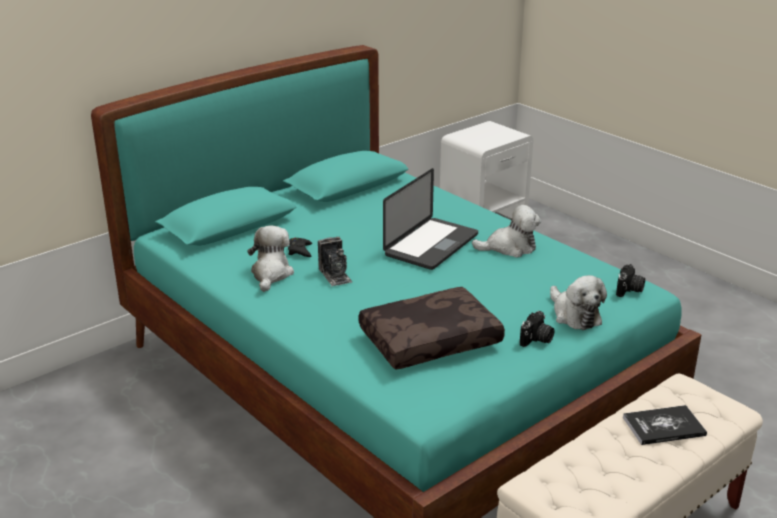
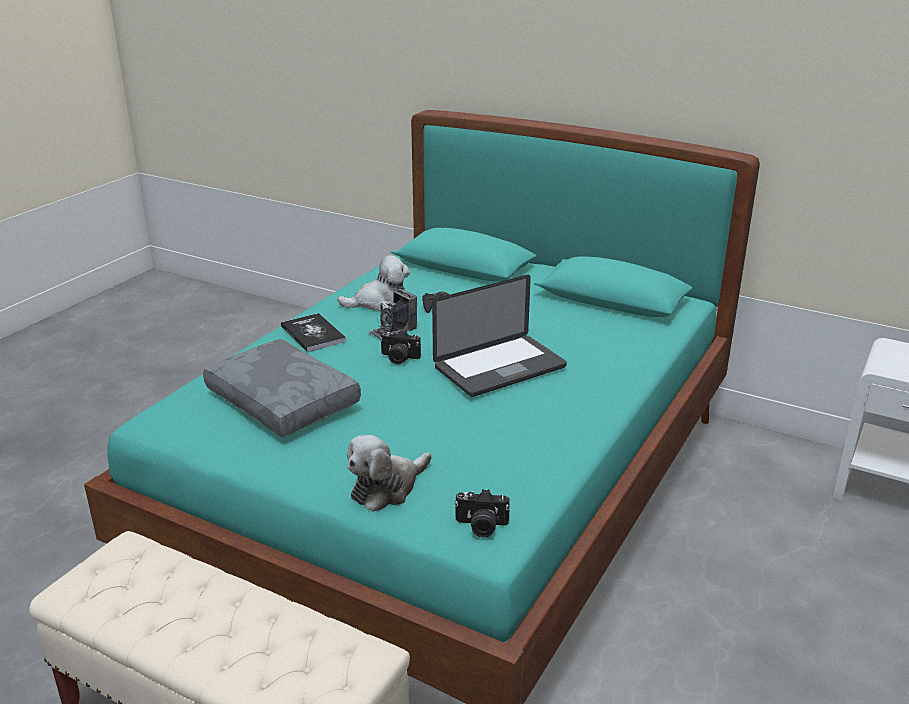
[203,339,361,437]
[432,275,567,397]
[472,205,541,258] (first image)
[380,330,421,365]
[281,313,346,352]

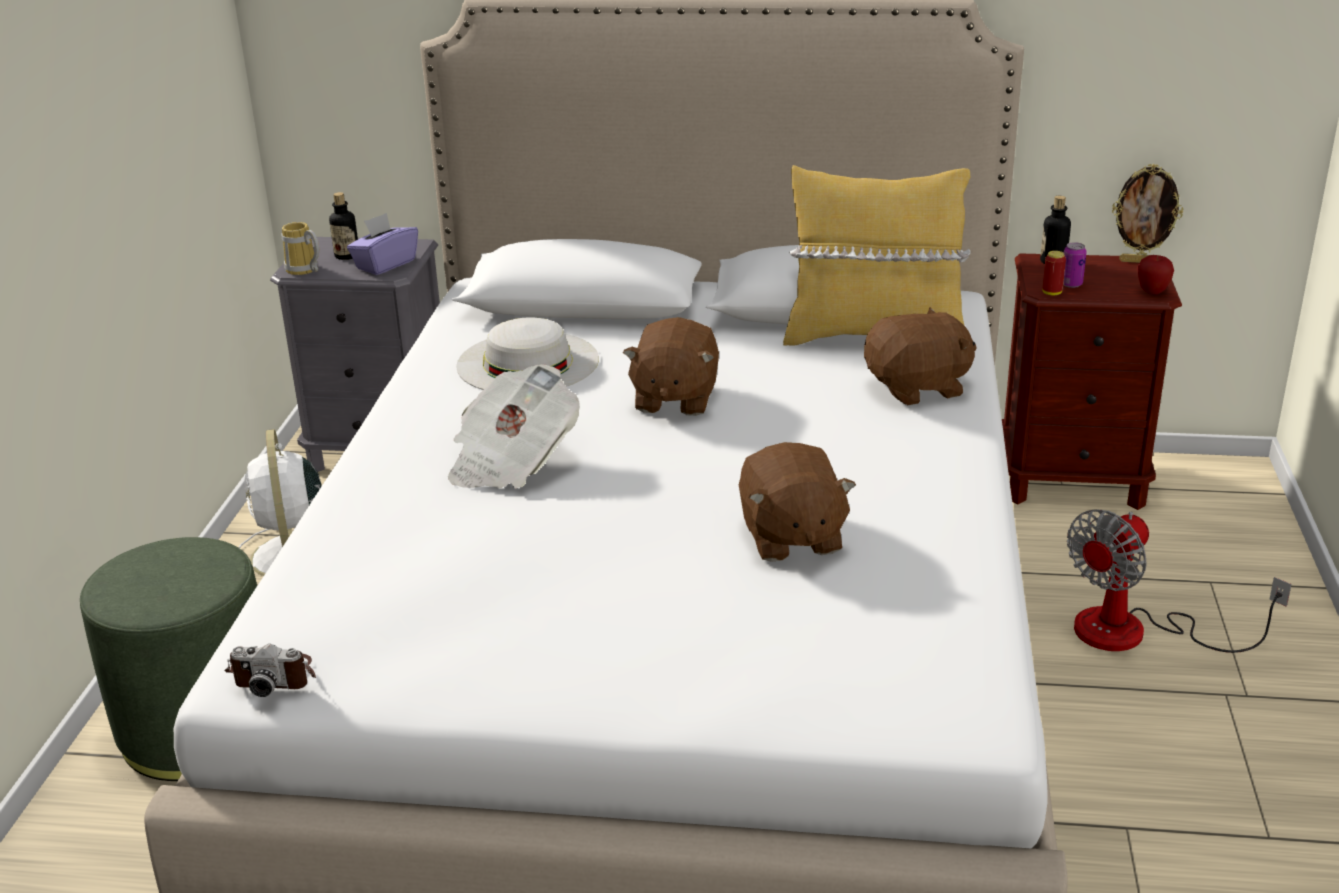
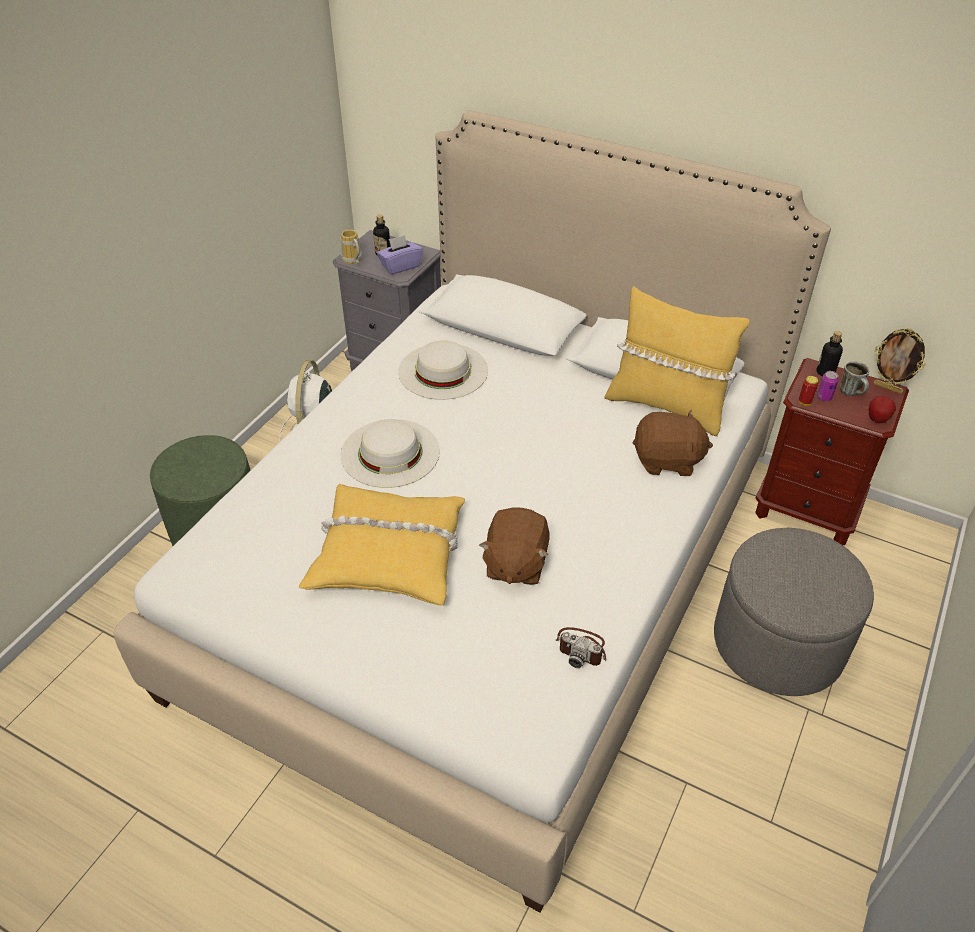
[556,627,606,668]
[341,419,440,488]
[623,317,719,416] (first image)
[714,528,874,696]
[299,484,465,606]
[839,361,869,396]

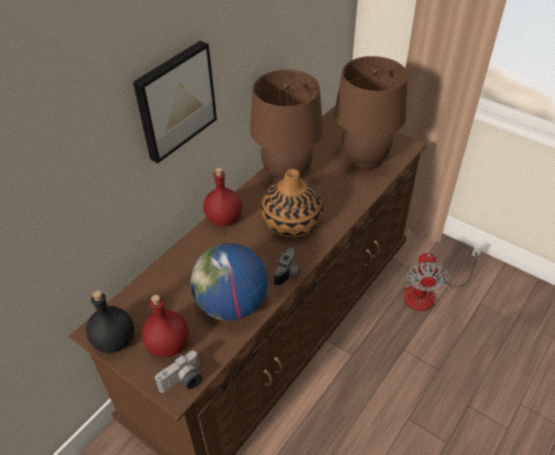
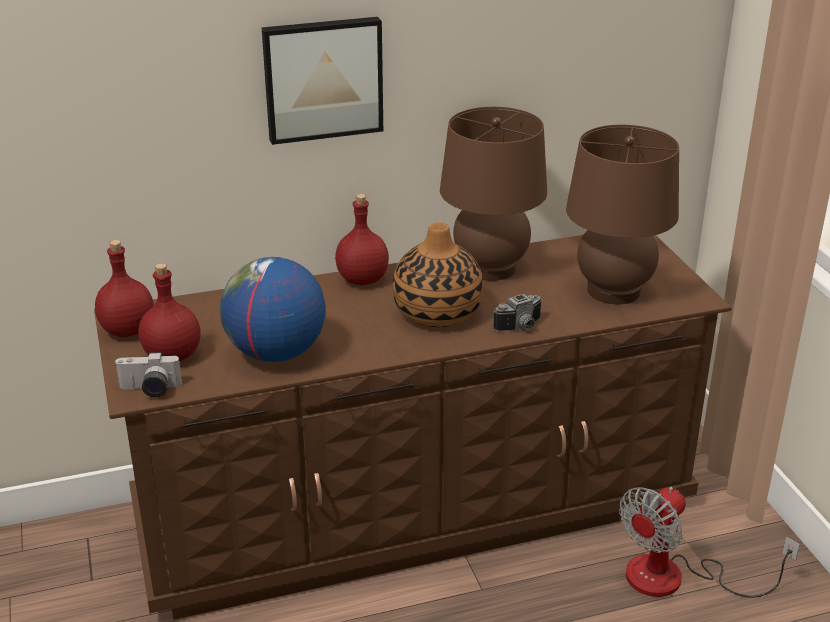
[95,240,154,337]
[493,294,542,332]

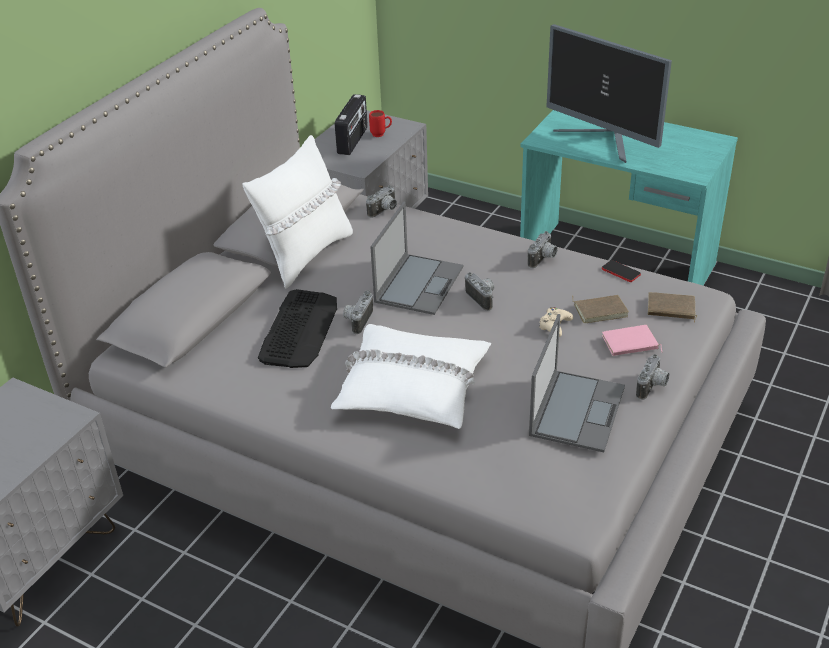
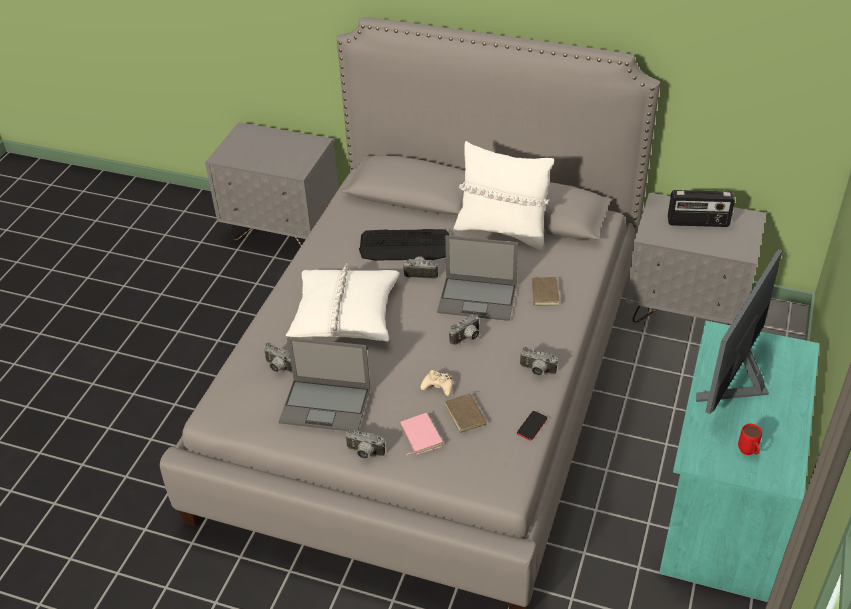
[263,343,292,373]
[738,424,762,455]
[525,277,560,306]

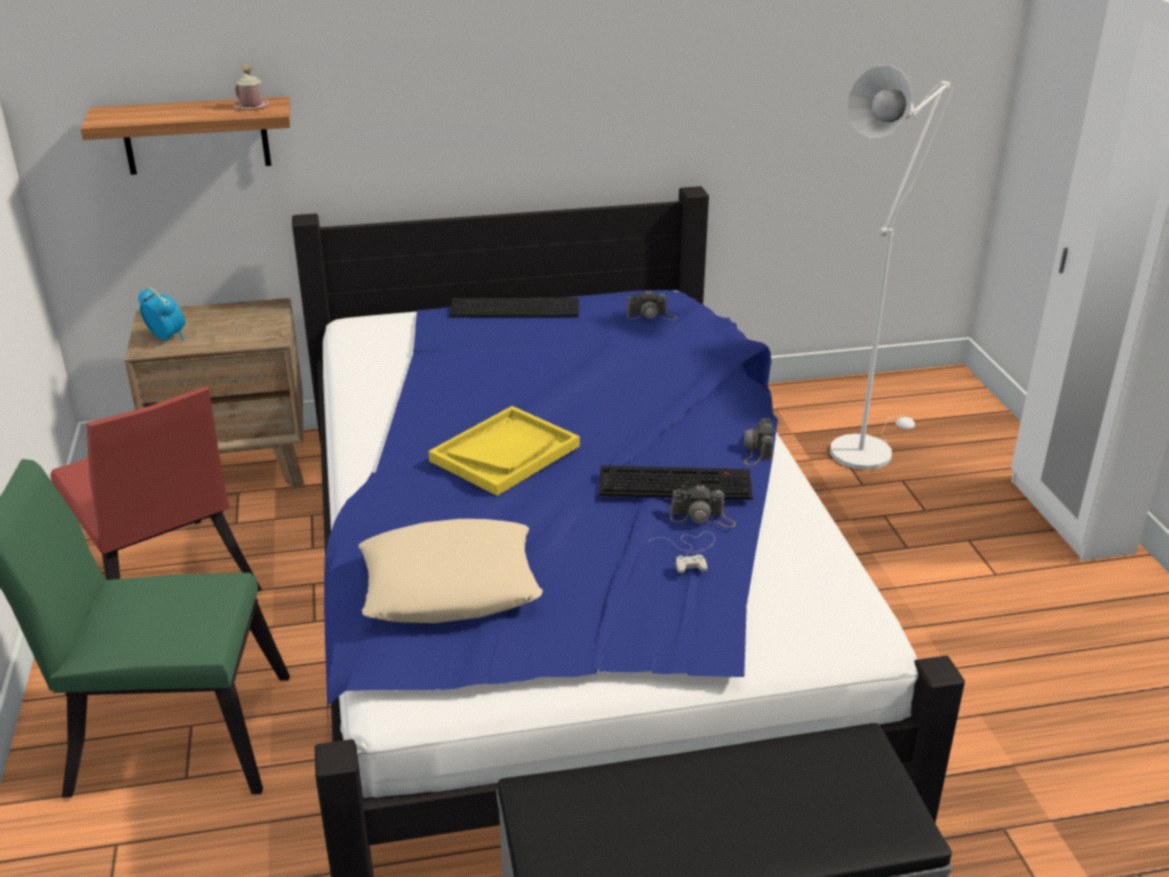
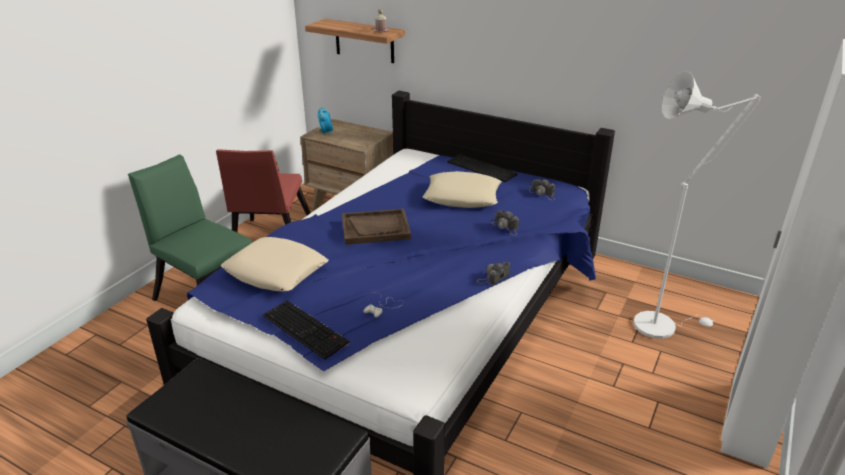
[342,209,411,245]
[263,301,350,360]
[492,211,519,235]
[423,171,502,208]

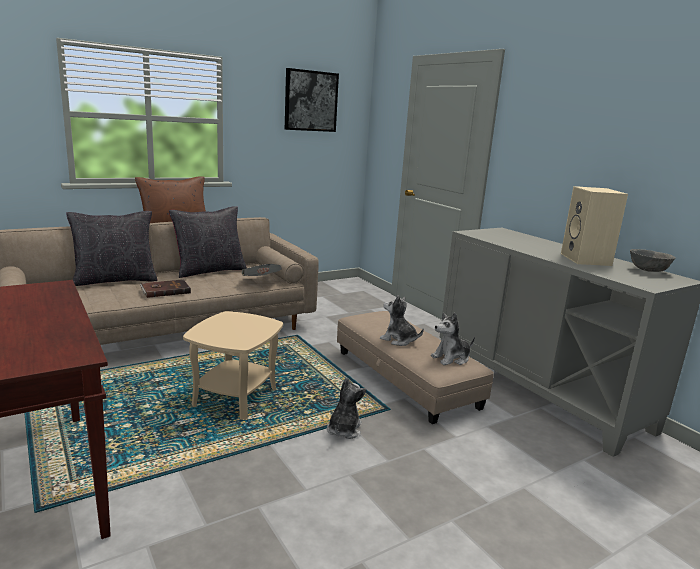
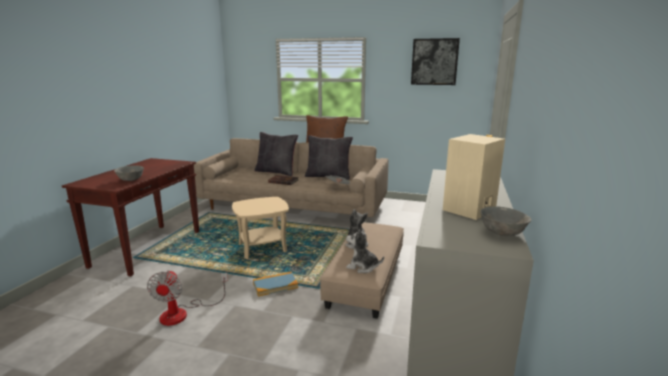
[253,272,298,296]
[114,165,144,181]
[147,270,228,326]

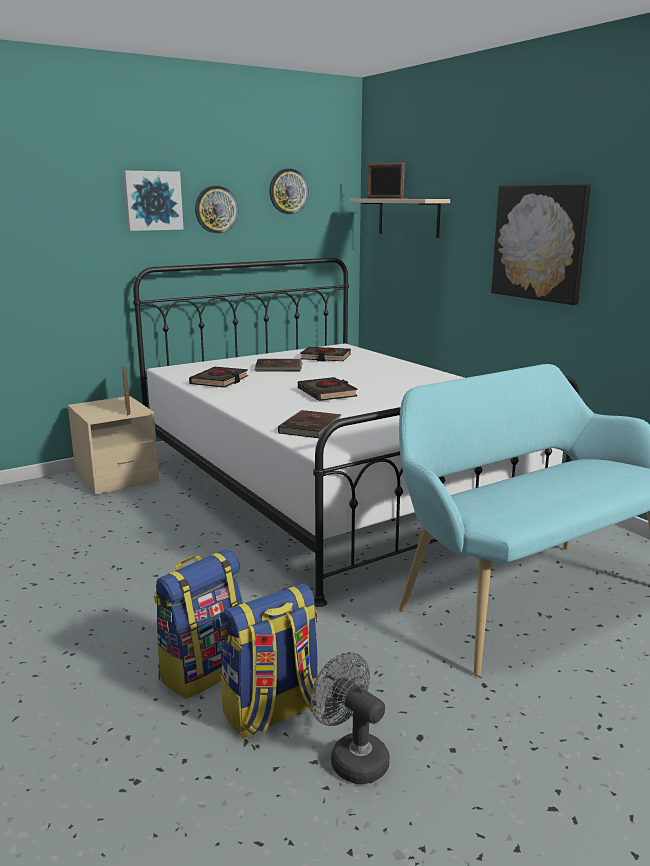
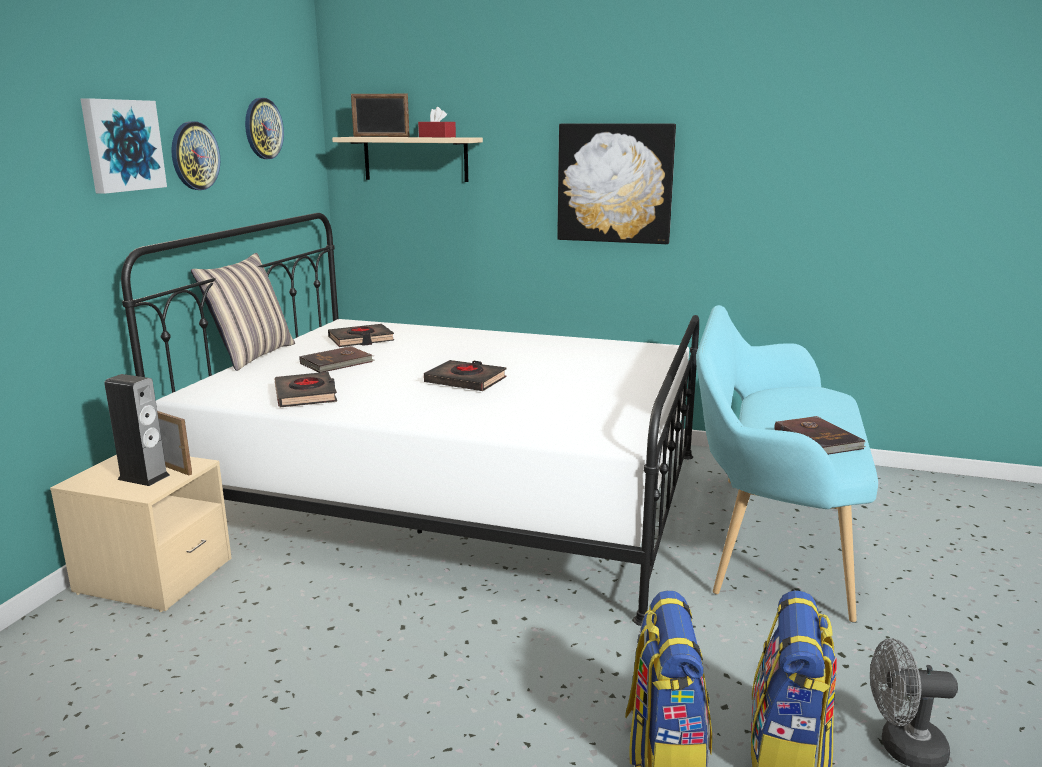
[774,416,865,455]
[104,374,170,486]
[191,253,295,371]
[418,107,456,138]

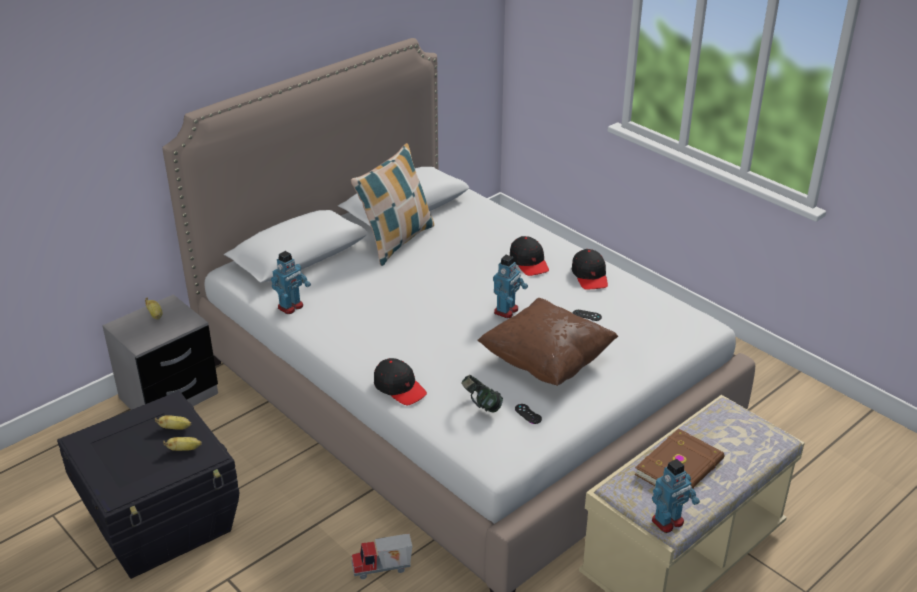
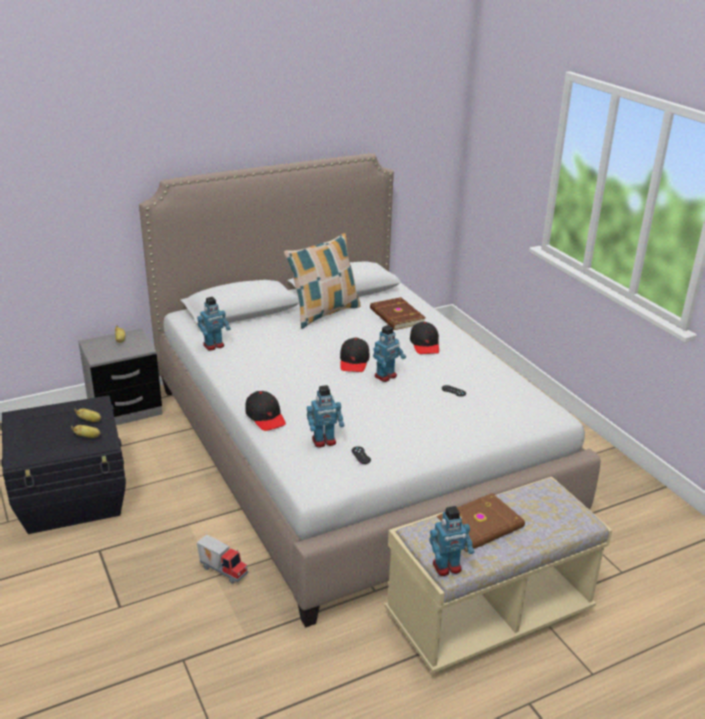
[197,535,248,584]
[307,385,344,448]
[477,298,618,386] (first image)
[340,338,369,372]
[370,297,426,330]

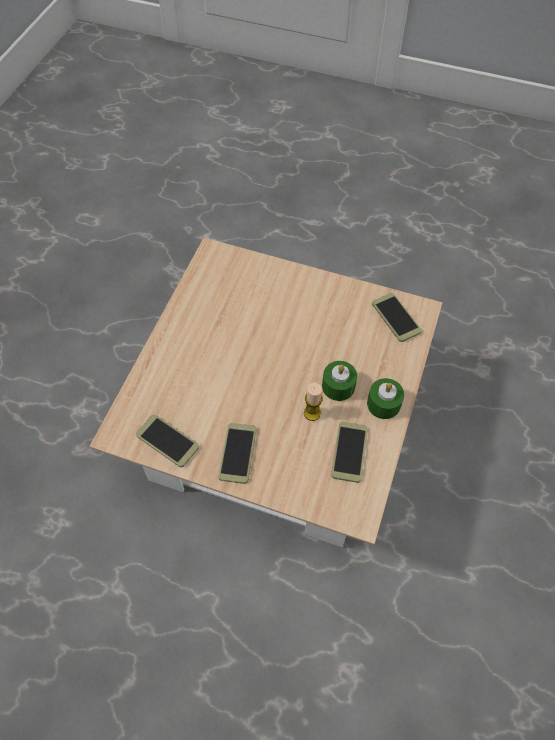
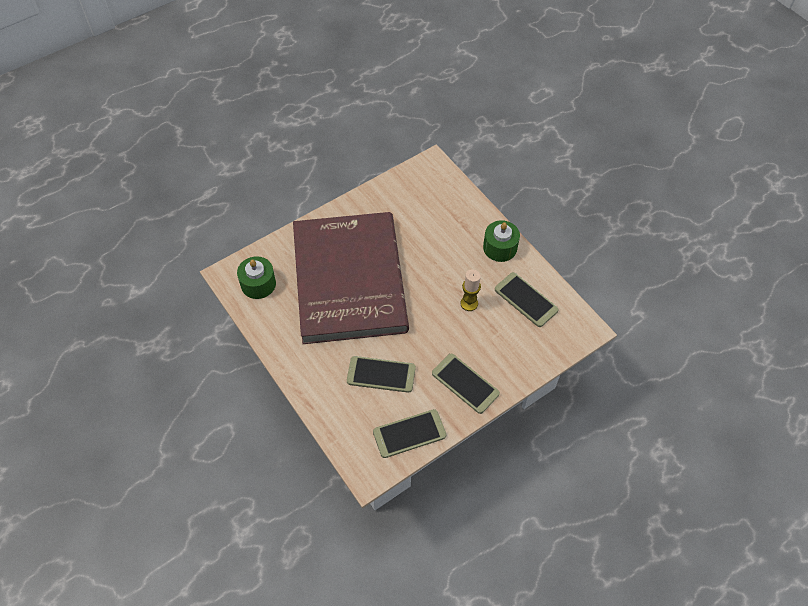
[237,256,276,299]
[347,356,416,393]
[293,212,409,344]

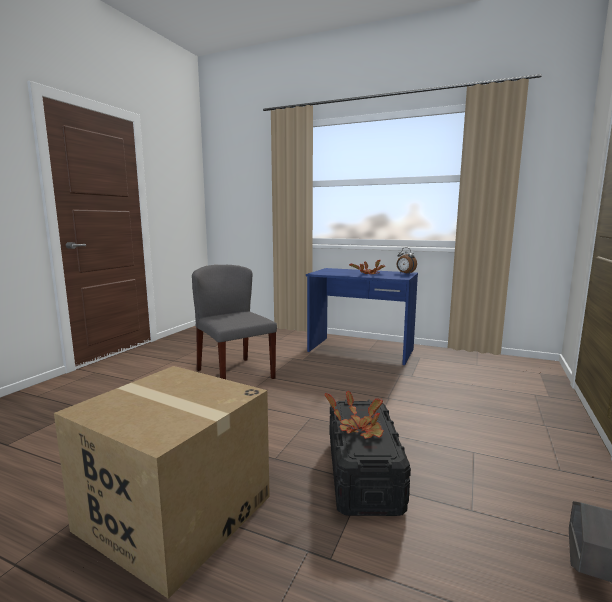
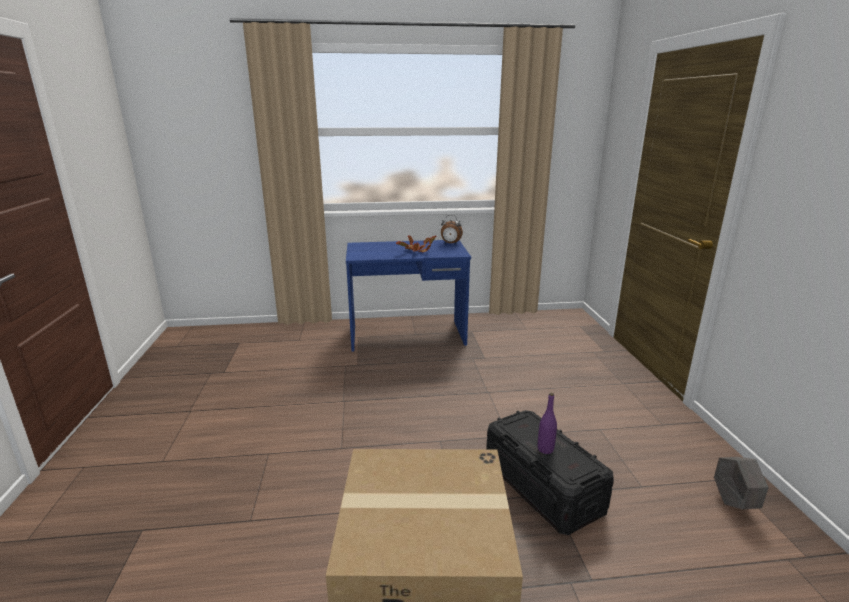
[192,265,277,379] (first image)
[538,393,557,454]

